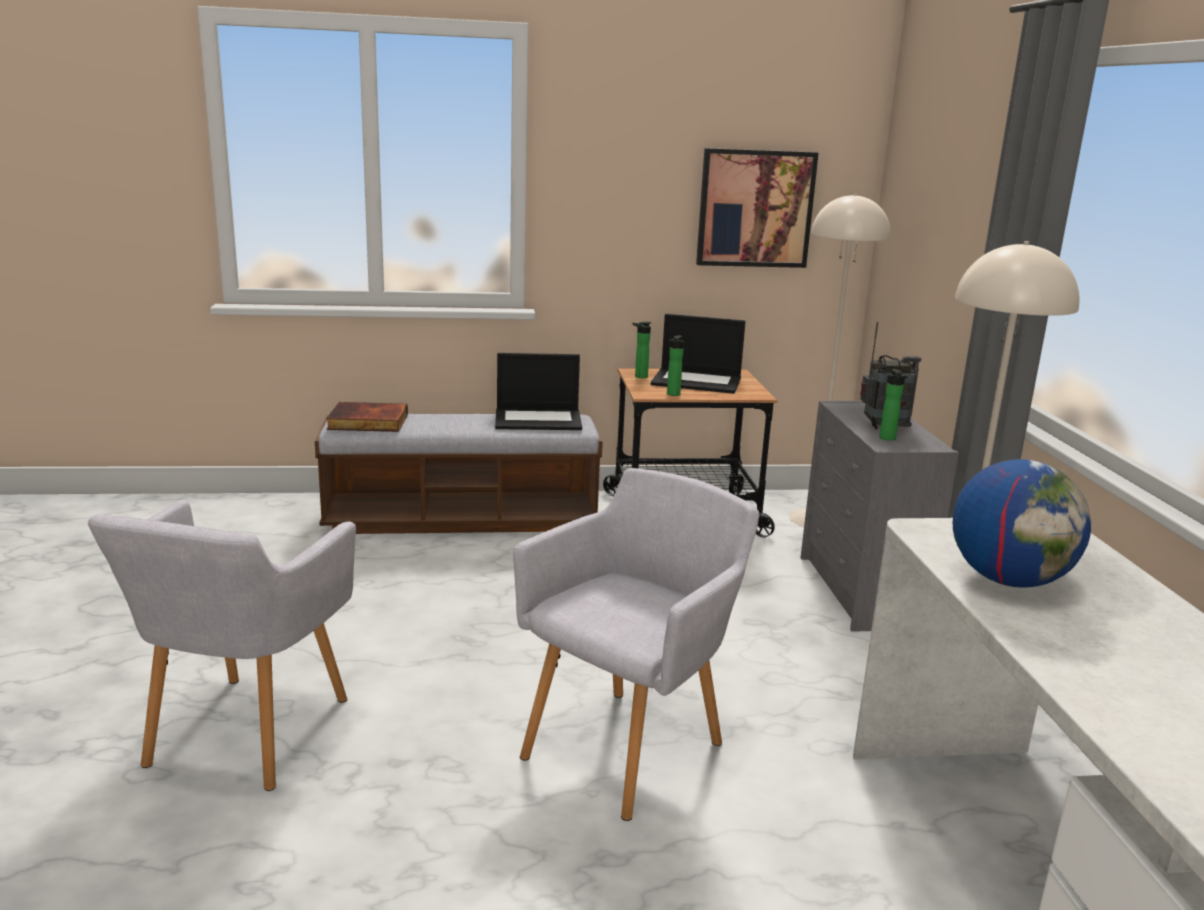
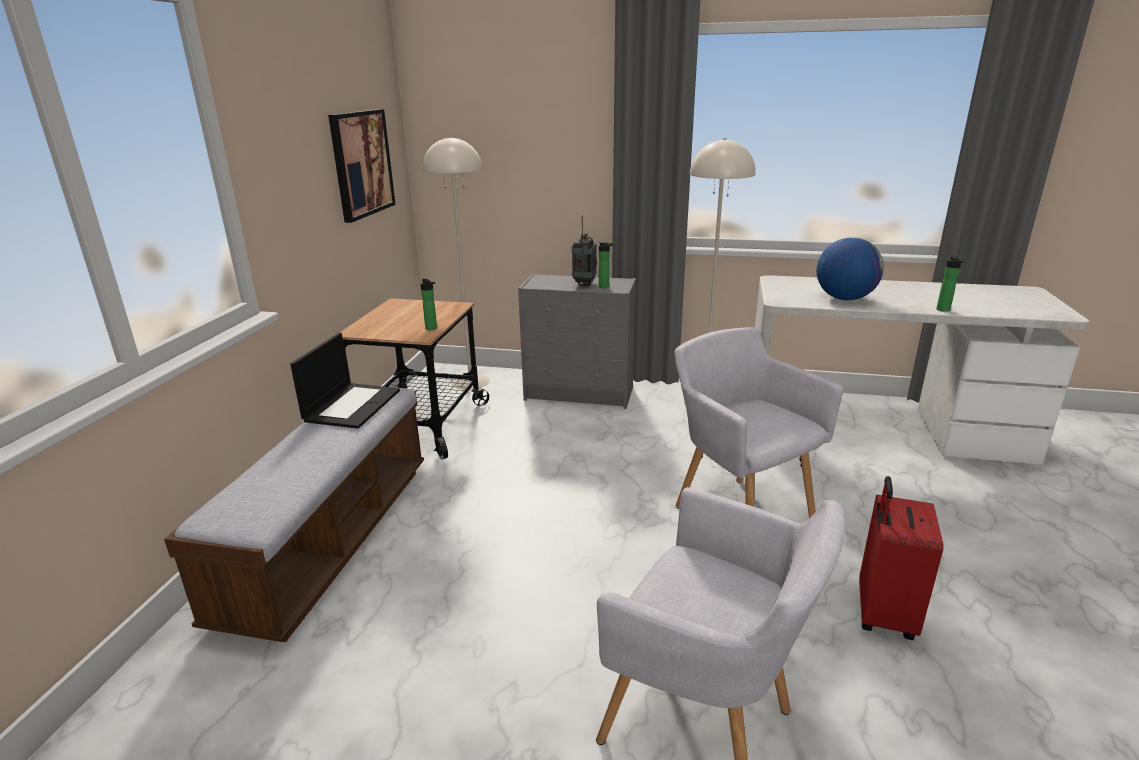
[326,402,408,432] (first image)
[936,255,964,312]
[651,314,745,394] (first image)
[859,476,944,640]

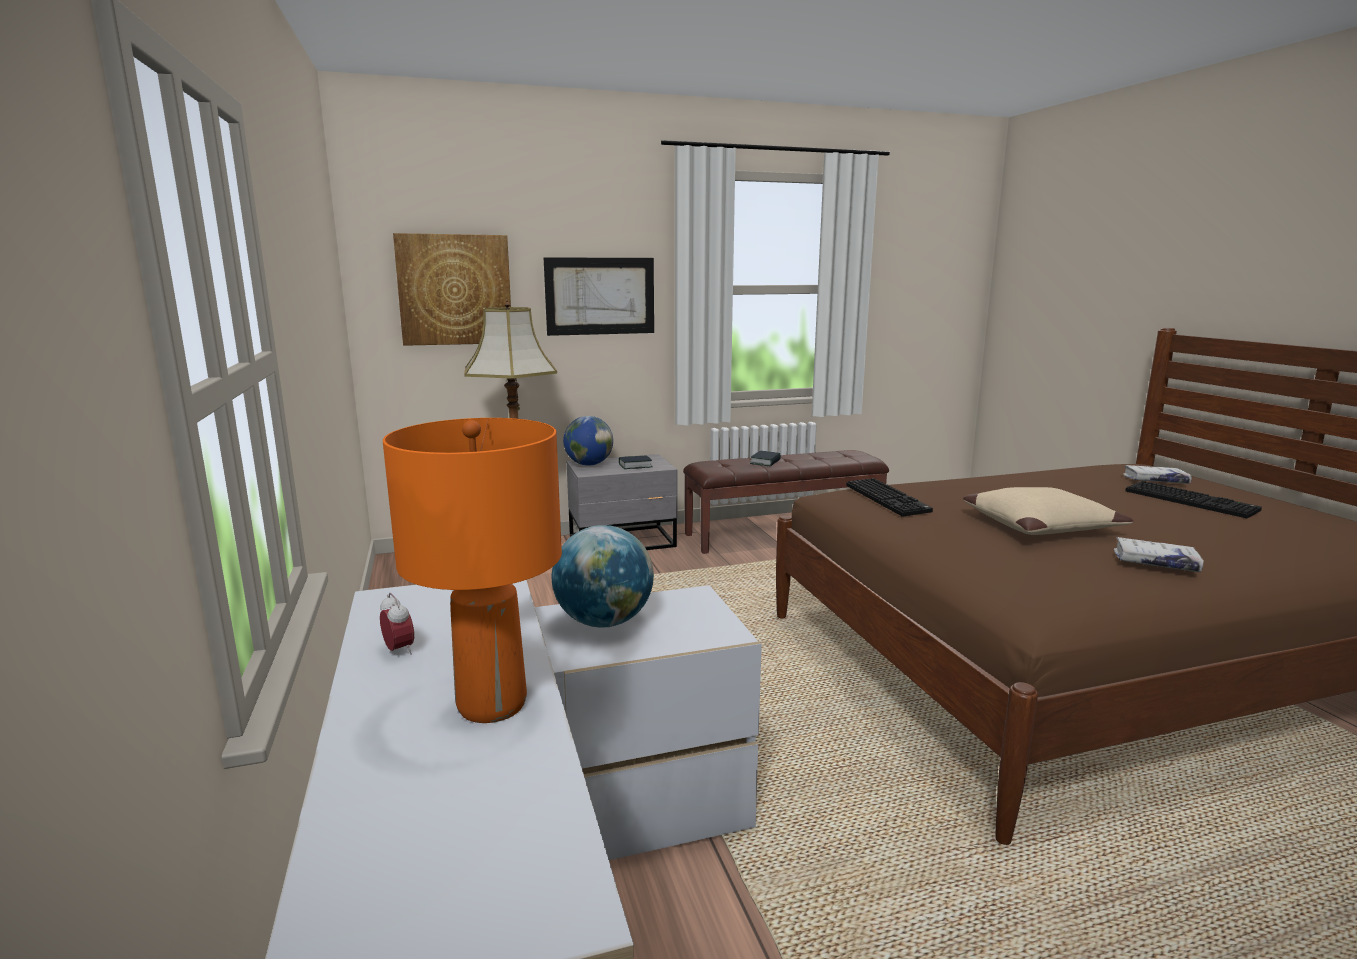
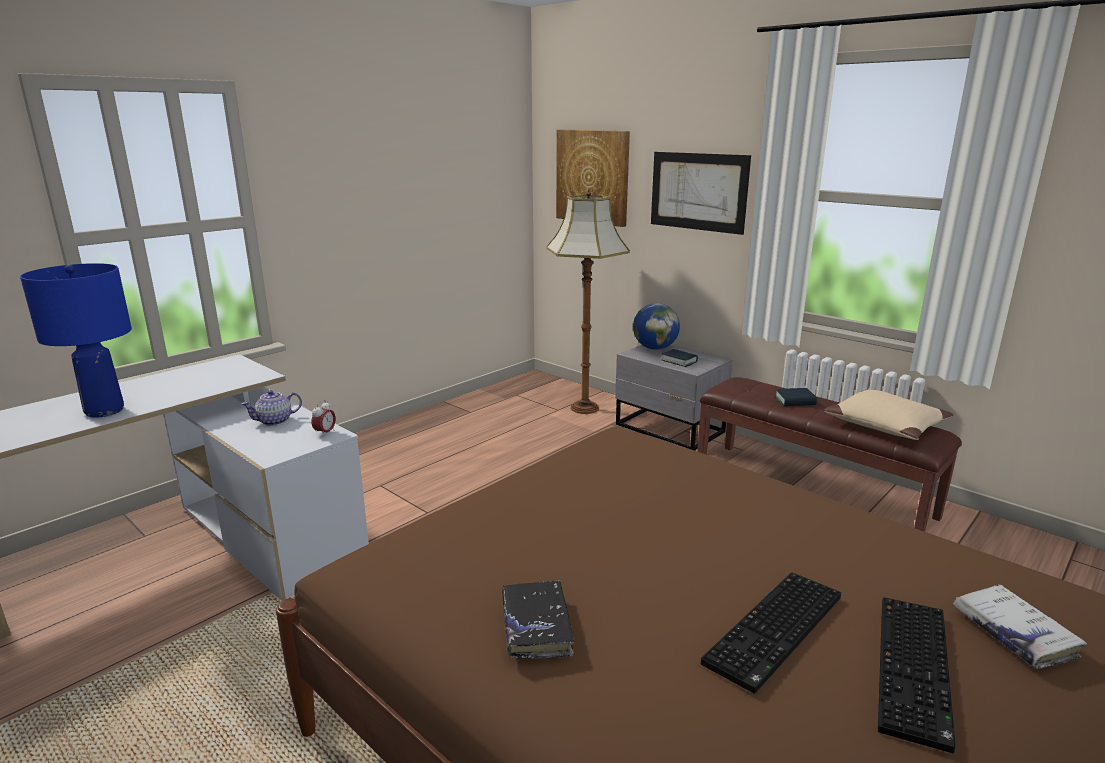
[312,400,336,435]
[20,263,132,418]
[241,390,302,426]
[701,572,841,693]
[824,390,953,440]
[502,580,574,659]

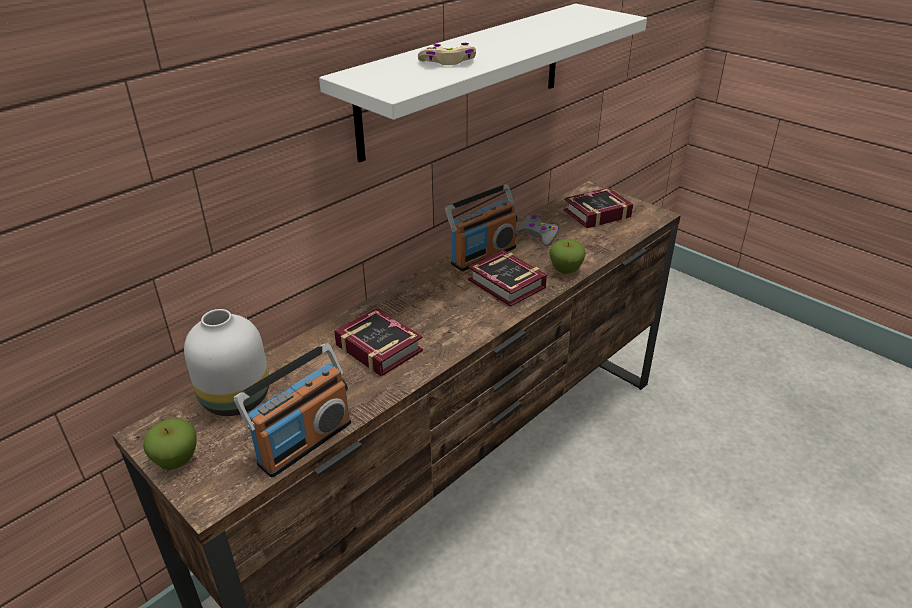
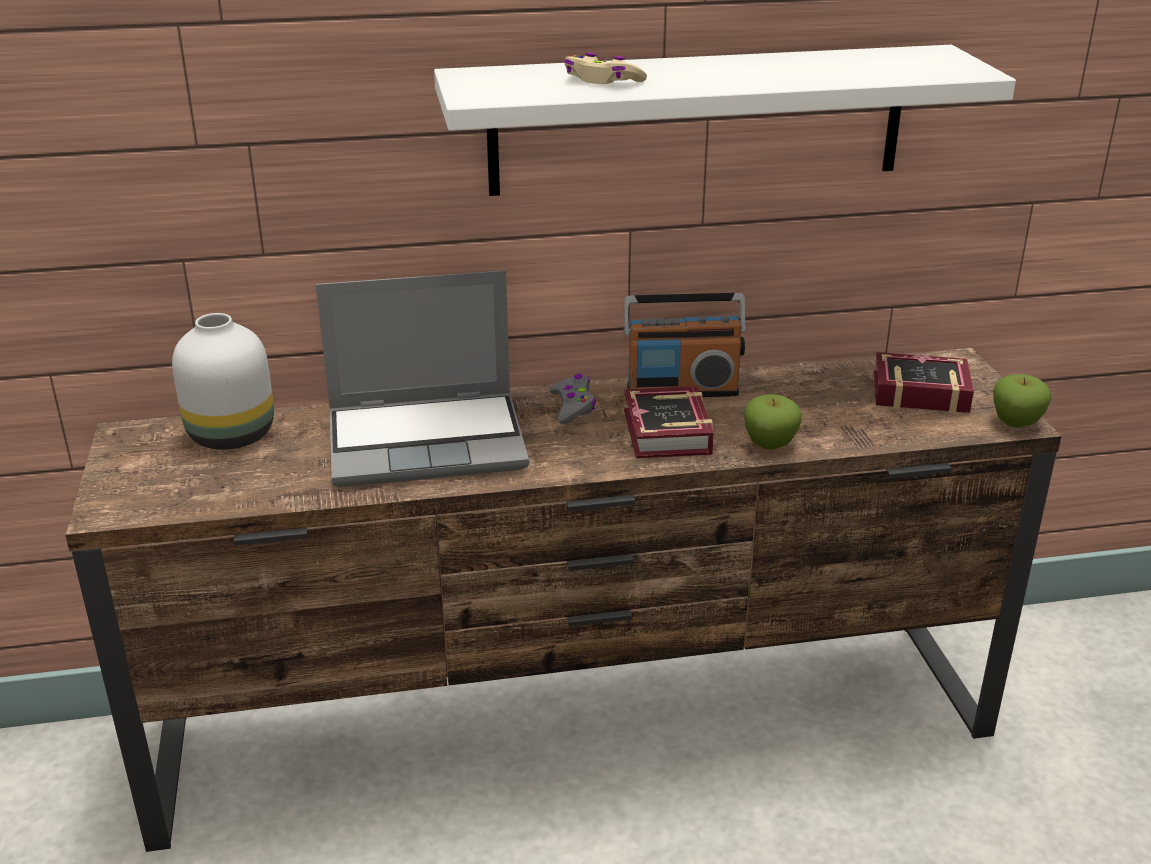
[993,374,1052,428]
[234,343,351,478] (first image)
[316,270,529,487]
[550,374,596,424]

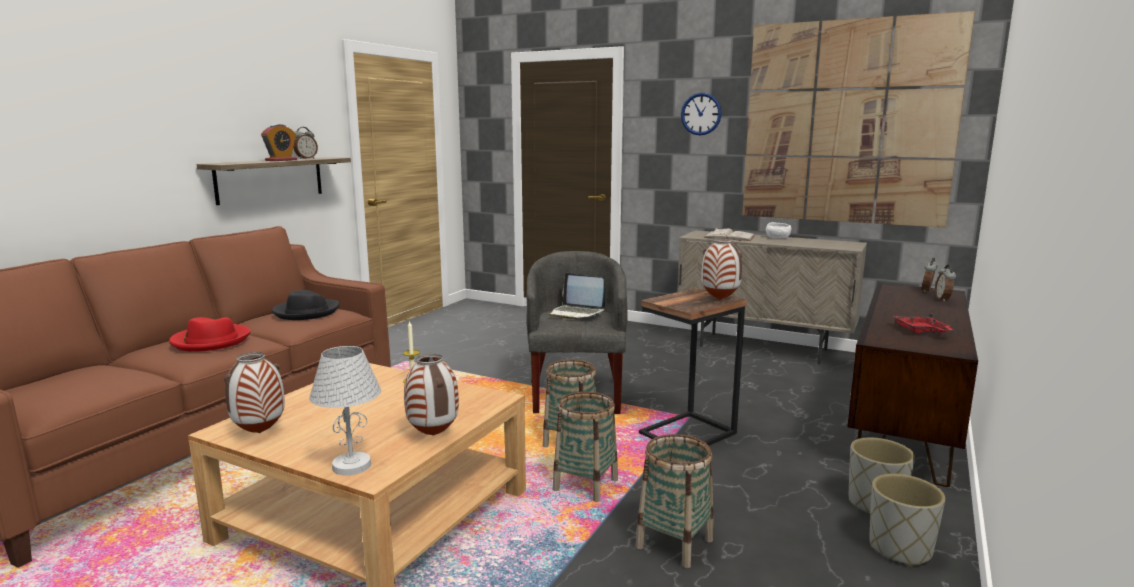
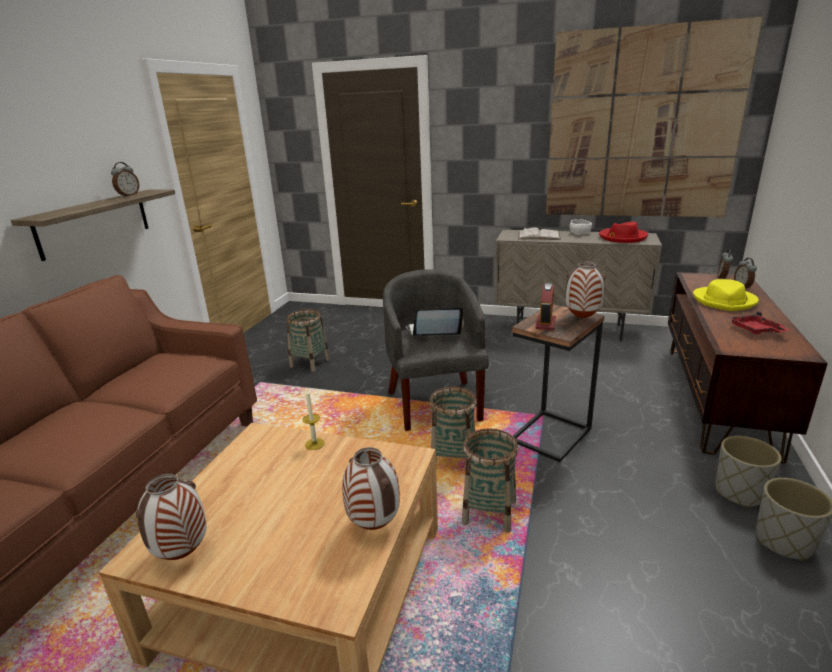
[599,222,648,243]
[536,283,556,330]
[272,290,339,320] (first image)
[309,346,381,475] (first image)
[406,308,464,336]
[287,309,330,372]
[681,93,722,135] (first image)
[693,279,759,311]

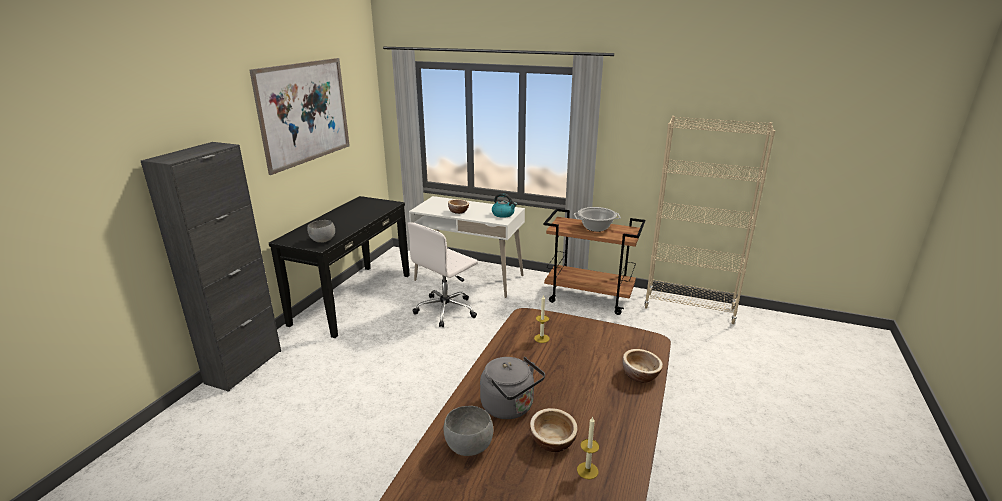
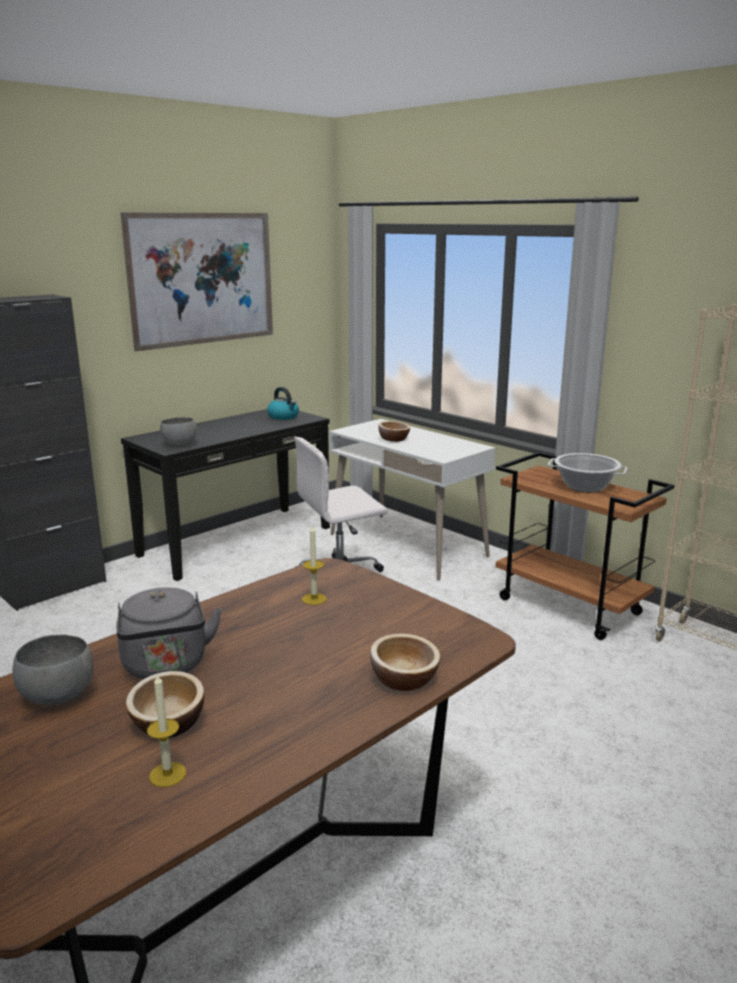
[267,387,299,420]

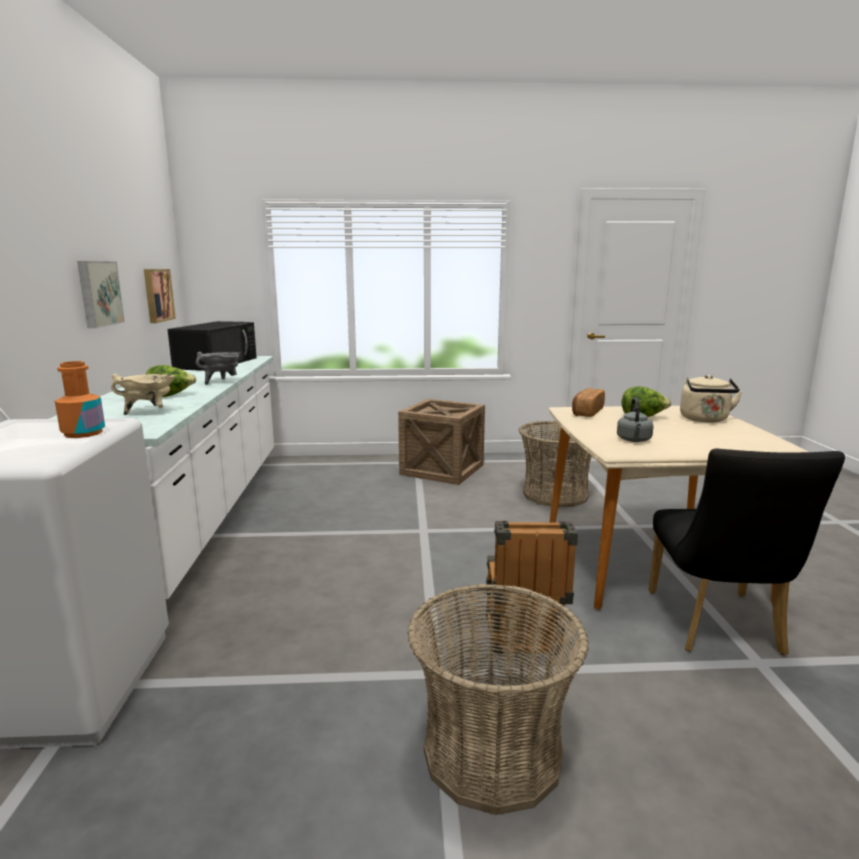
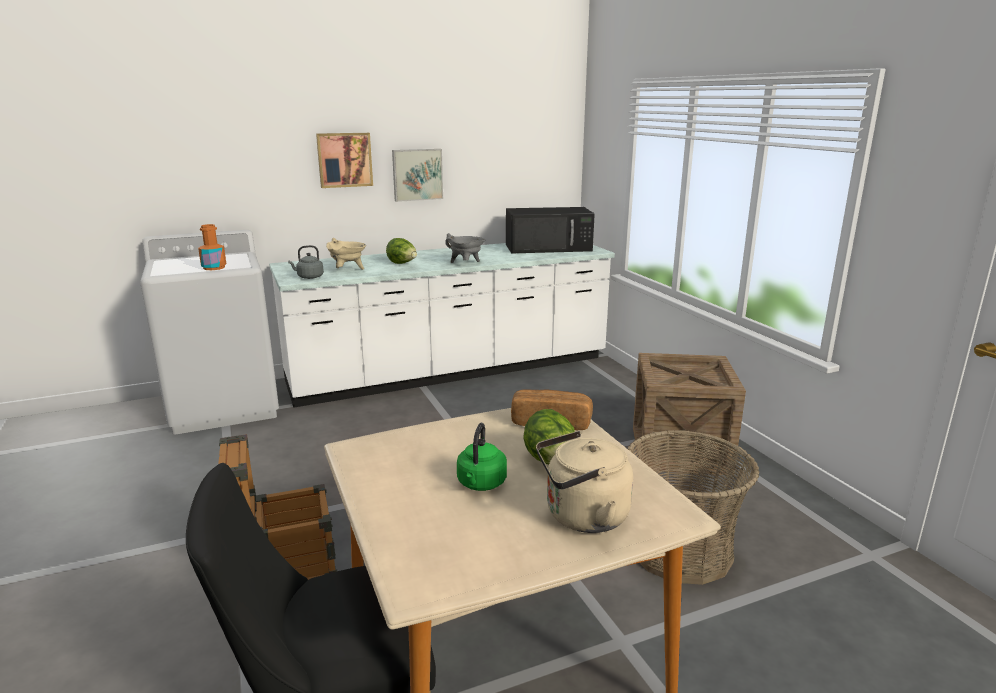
[316,133,373,188]
[407,583,589,815] (first image)
[288,245,324,279]
[457,423,507,491]

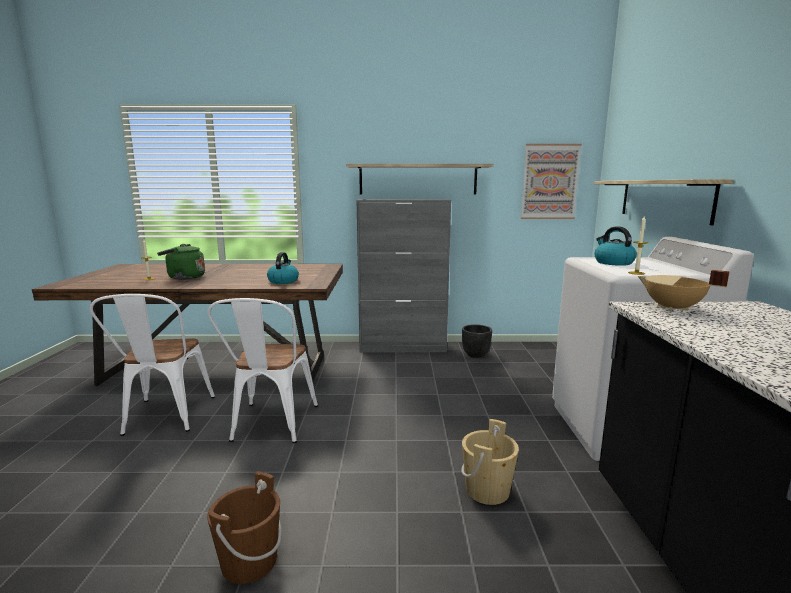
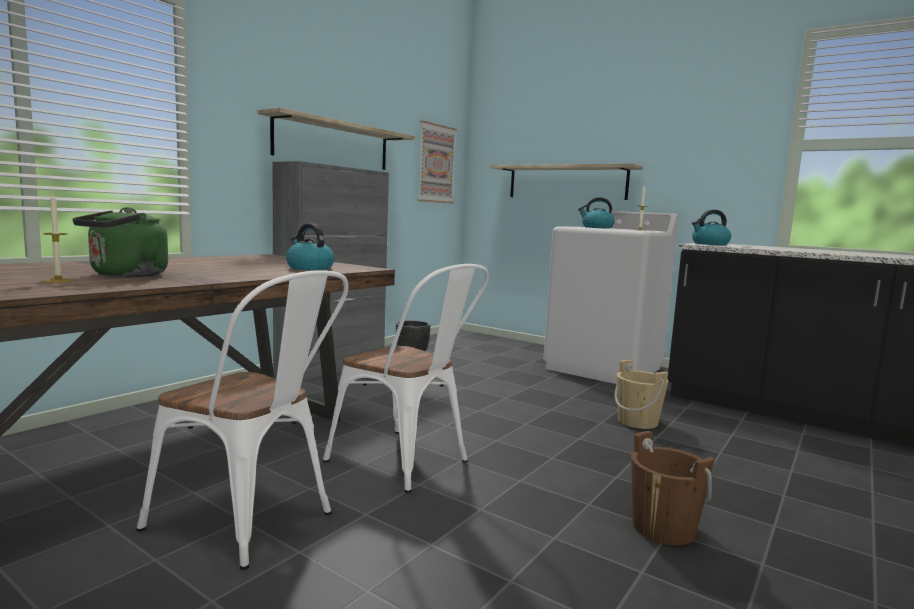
[692,210,731,245]

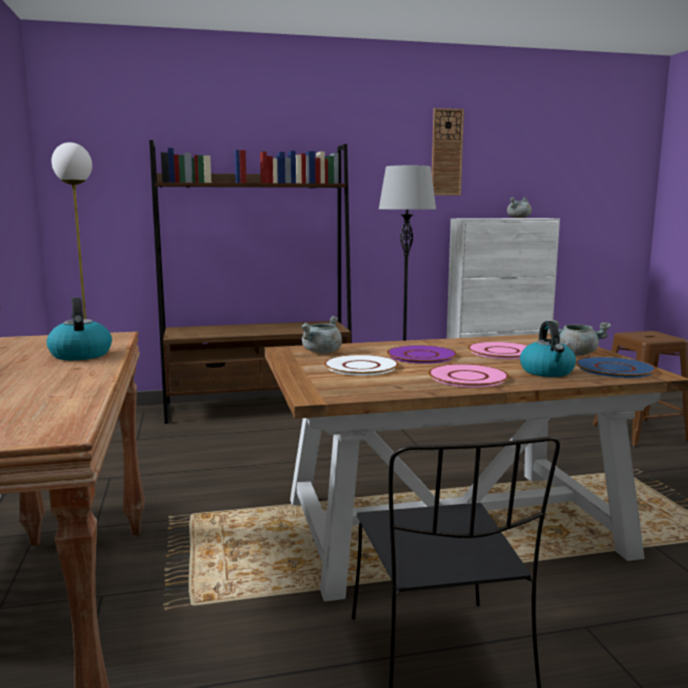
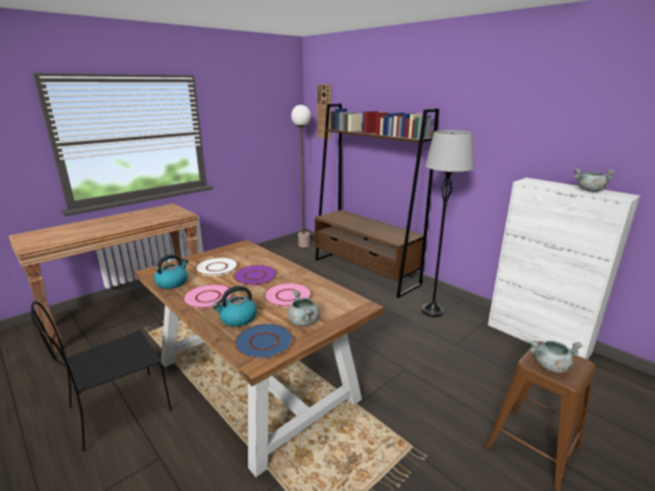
[154,254,188,289]
[529,341,583,373]
[317,84,331,139]

